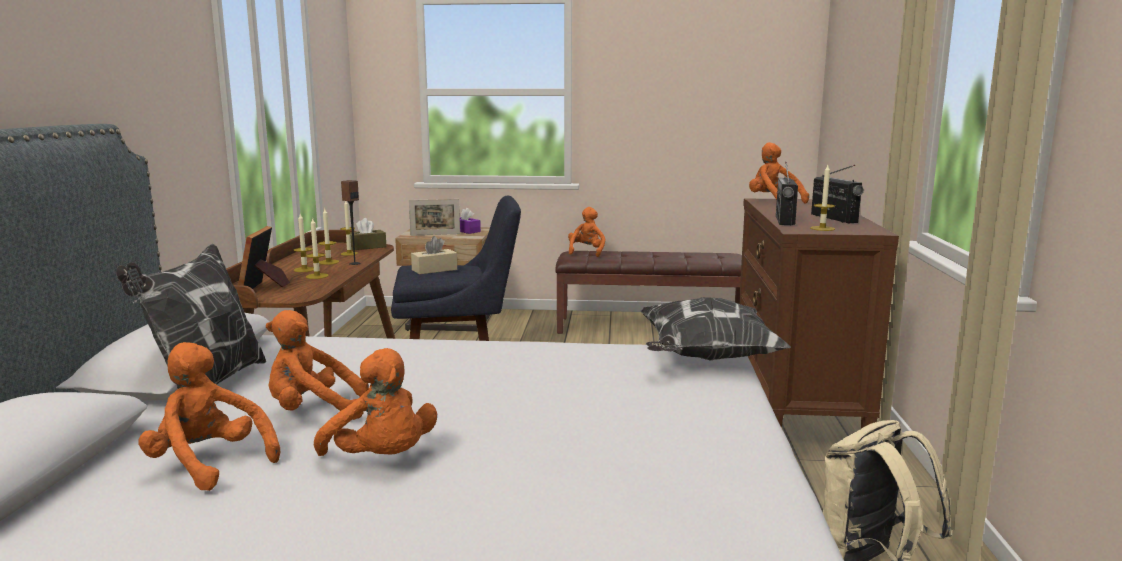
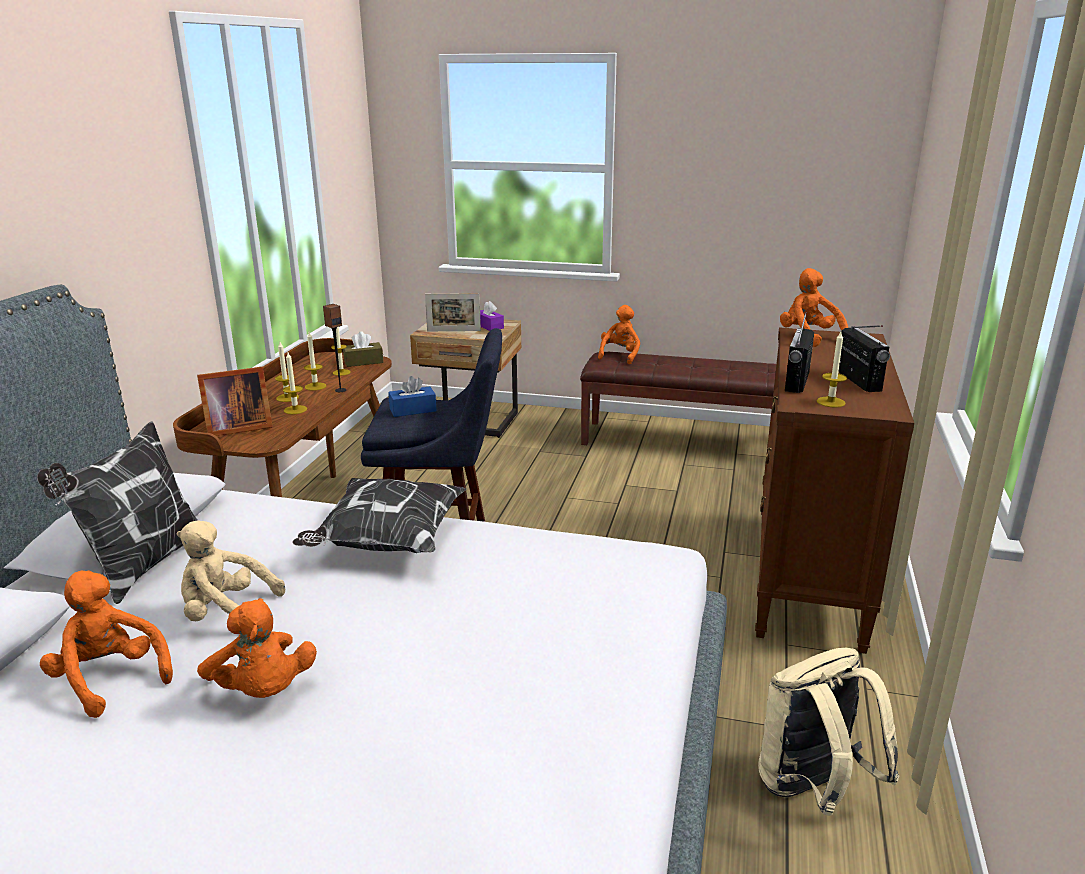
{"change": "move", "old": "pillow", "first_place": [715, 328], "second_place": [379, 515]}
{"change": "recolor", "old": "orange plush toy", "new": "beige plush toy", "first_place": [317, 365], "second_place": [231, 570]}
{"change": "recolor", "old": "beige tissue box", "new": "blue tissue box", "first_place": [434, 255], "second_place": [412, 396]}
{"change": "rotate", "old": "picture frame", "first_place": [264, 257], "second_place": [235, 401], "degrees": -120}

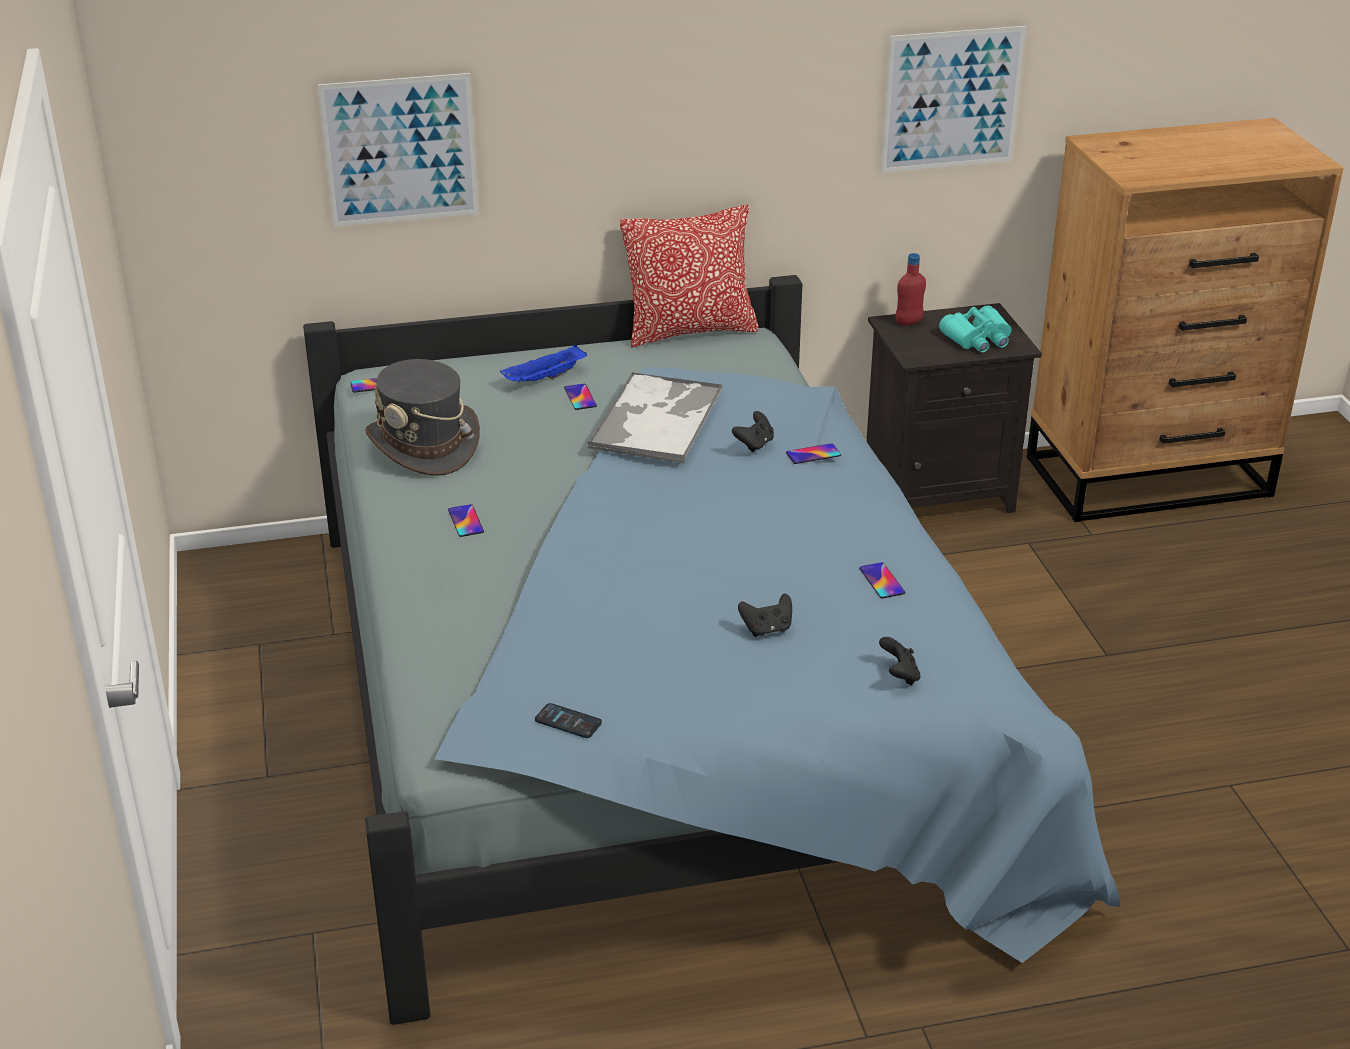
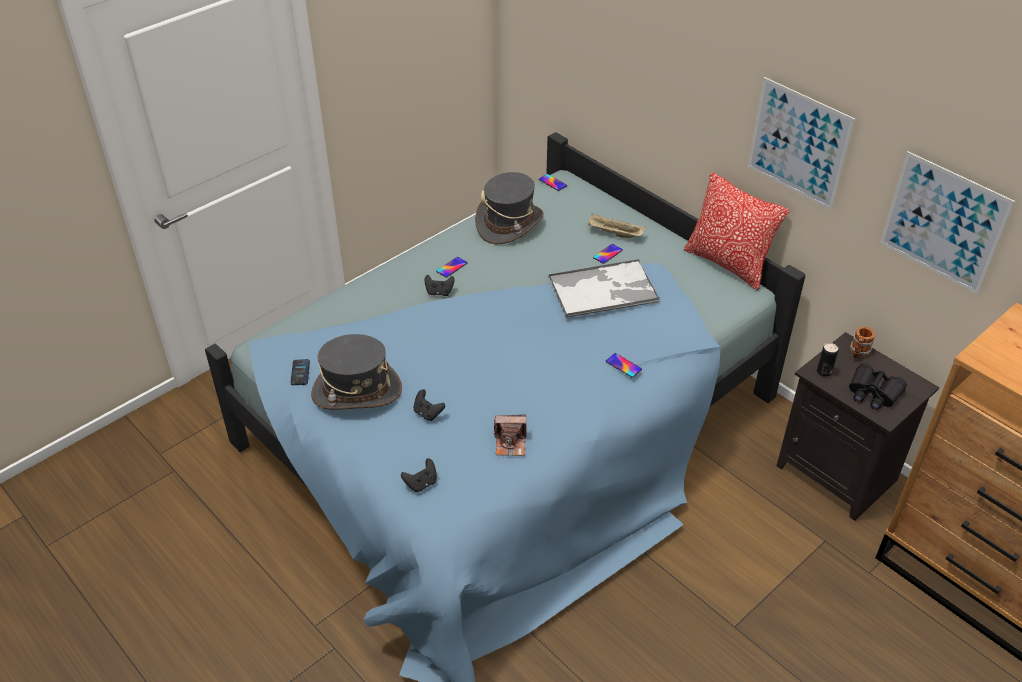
{"change": "insert", "new": "grey hat", "second_place": [356, 372]}
{"change": "insert", "new": "can", "second_place": [827, 360]}
{"change": "move", "old": "picture", "first_place": [398, 150], "second_place": [801, 143]}
{"change": "move", "old": "black game controller", "first_place": [753, 431], "second_place": [440, 285]}
{"change": "replace", "old": "phone", "new": "photo camera", "first_place": [882, 580], "second_place": [510, 435]}
{"change": "replace", "old": "red bottle", "new": "mug", "first_place": [910, 289], "second_place": [862, 342]}
{"change": "recolor", "old": "blue tray", "new": "beige tray", "first_place": [543, 363], "second_place": [617, 226]}
{"change": "recolor", "old": "turquoise binoculars", "new": "black binoculars", "first_place": [975, 329], "second_place": [878, 386]}

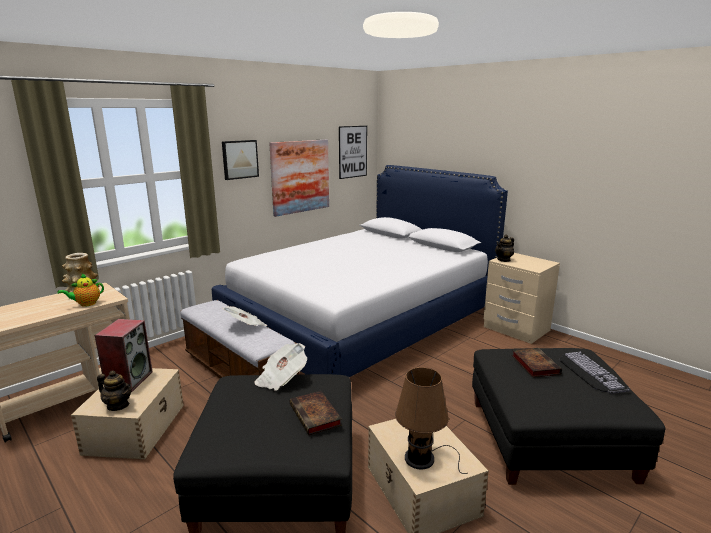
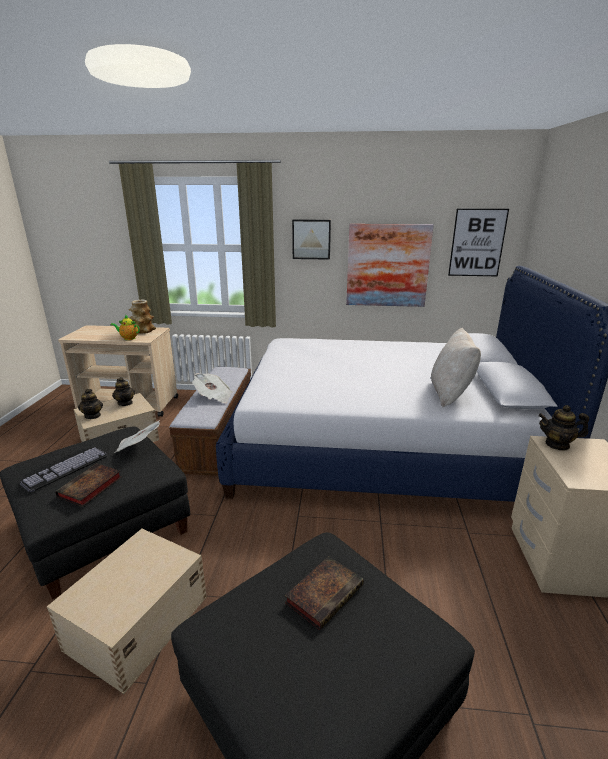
{"change": "delete", "old": "brown table lamp", "first_place": [431, 420]}
{"change": "insert", "new": "beige pillow", "second_place": [456, 367]}
{"change": "move", "old": "keyboard", "first_place": [595, 373], "second_place": [64, 469]}
{"change": "replace", "old": "speaker", "new": "teapot", "first_place": [124, 355], "second_place": [123, 391]}

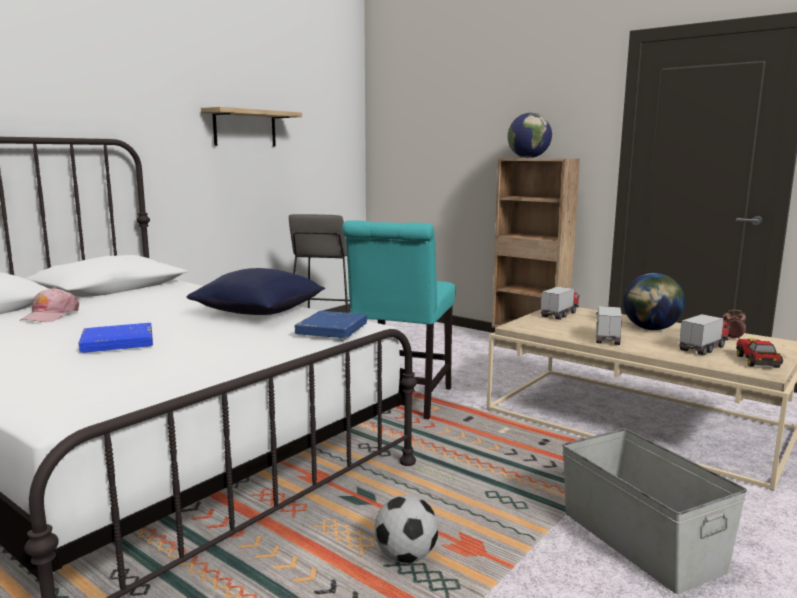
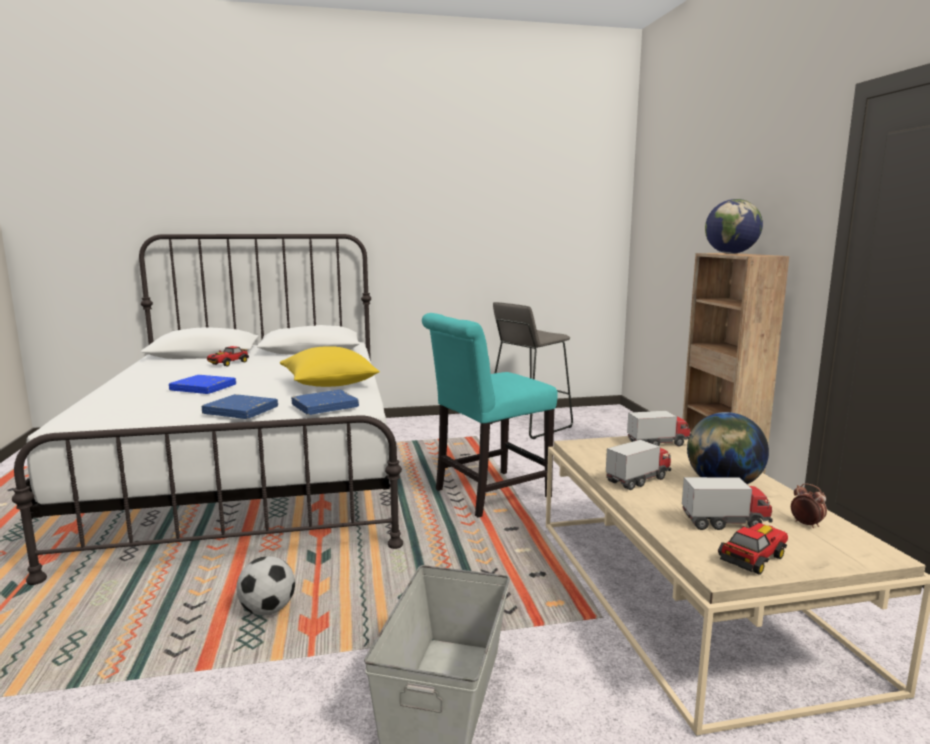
{"change": "delete", "old": "shelf", "first_place": [251, 127]}
{"change": "insert", "new": "blue book", "second_place": [240, 406]}
{"change": "replace", "old": "pink cap", "new": "toy car", "first_place": [49, 304], "second_place": [228, 356]}
{"change": "recolor", "old": "blue pillow", "new": "yellow pillow", "first_place": [256, 291], "second_place": [330, 366]}

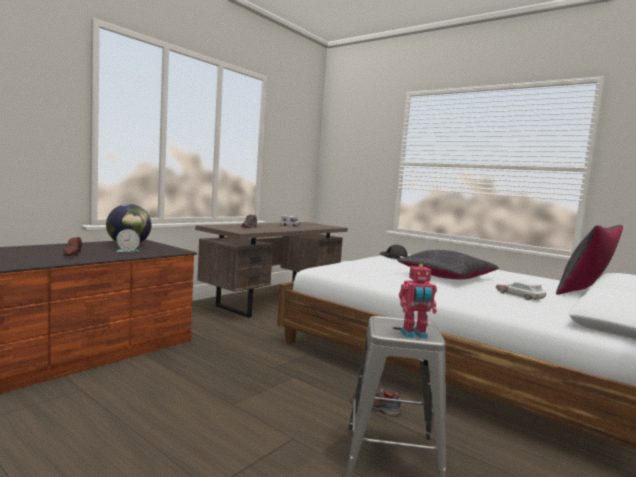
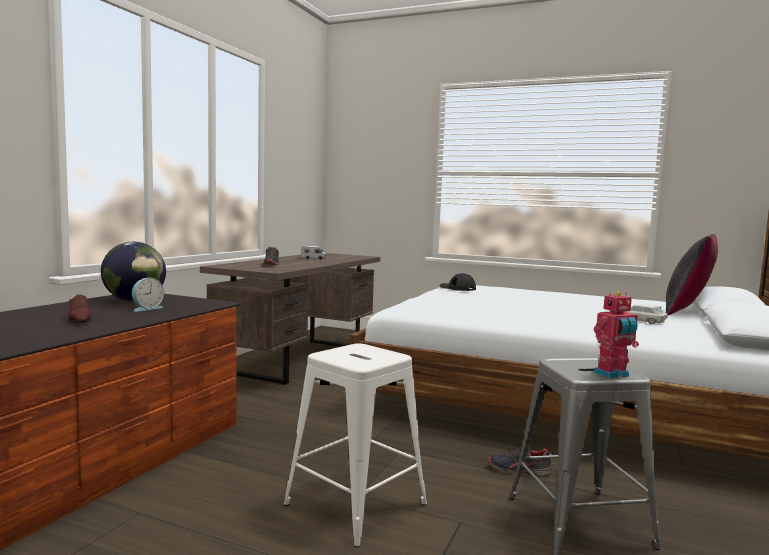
{"change": "delete", "old": "black pillow", "first_place": [448, 264]}
{"change": "insert", "new": "white stool", "second_place": [355, 445]}

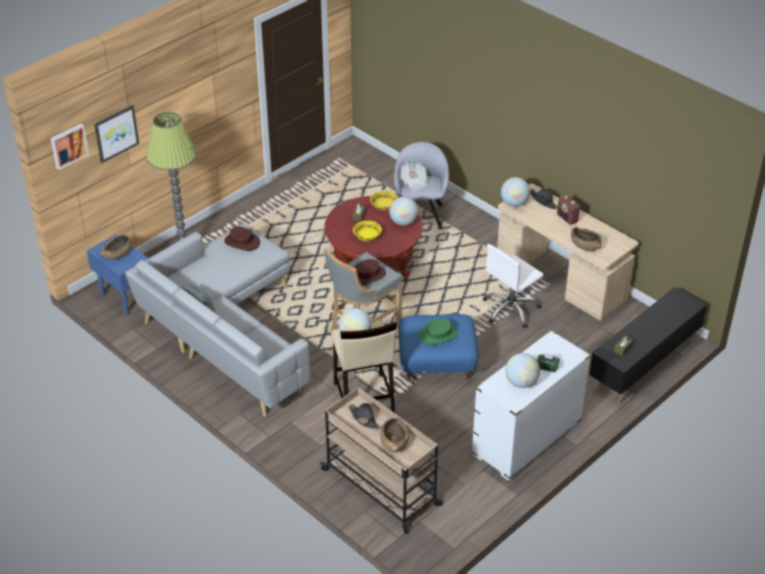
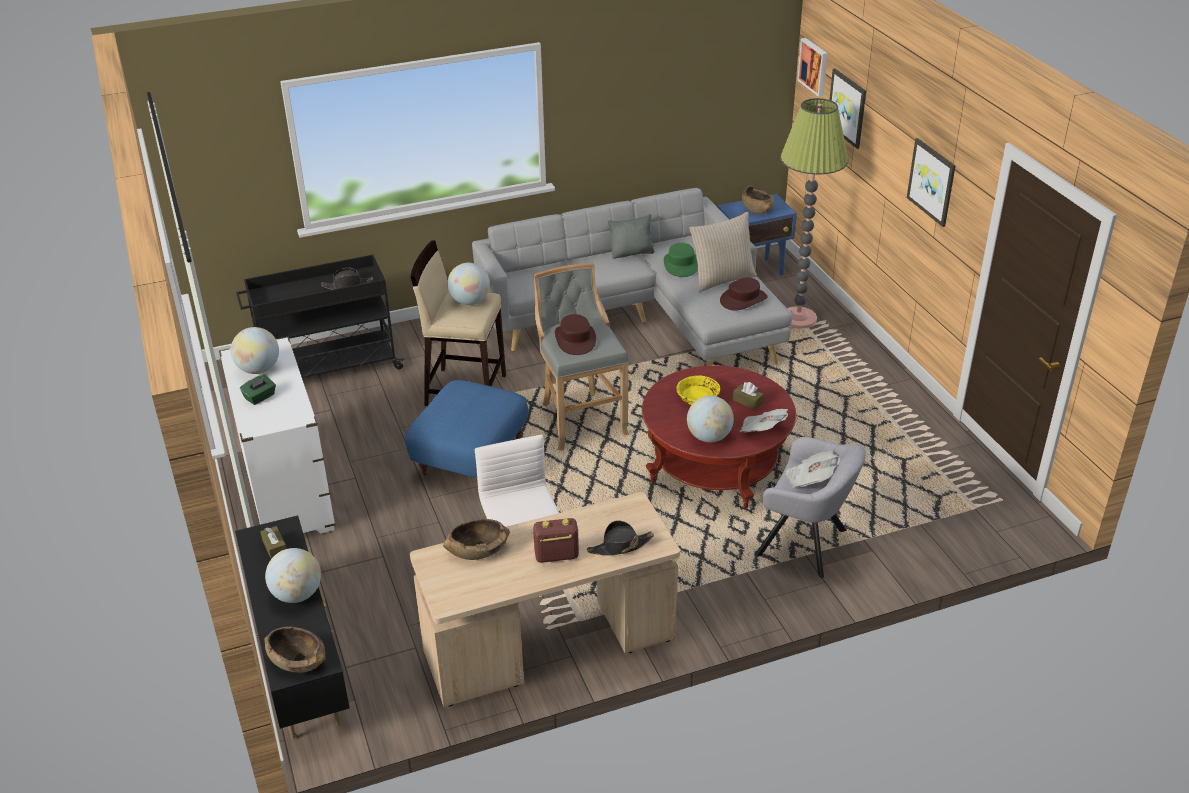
{"change": "insert", "new": "beige pillow", "second_place": [723, 252]}
{"change": "insert", "new": "picture", "second_place": [931, 182]}
{"change": "move", "old": "brown bowl", "first_place": [394, 435], "second_place": [295, 650]}
{"change": "move", "old": "green hat", "first_place": [438, 331], "second_place": [681, 260]}
{"change": "move", "old": "globe", "first_place": [515, 192], "second_place": [293, 575]}
{"change": "replace", "old": "yellow bowl", "new": "newspaper", "first_place": [384, 200], "second_place": [764, 420]}
{"change": "recolor", "old": "beige cart", "new": "black cart", "first_place": [381, 460], "second_place": [320, 316]}

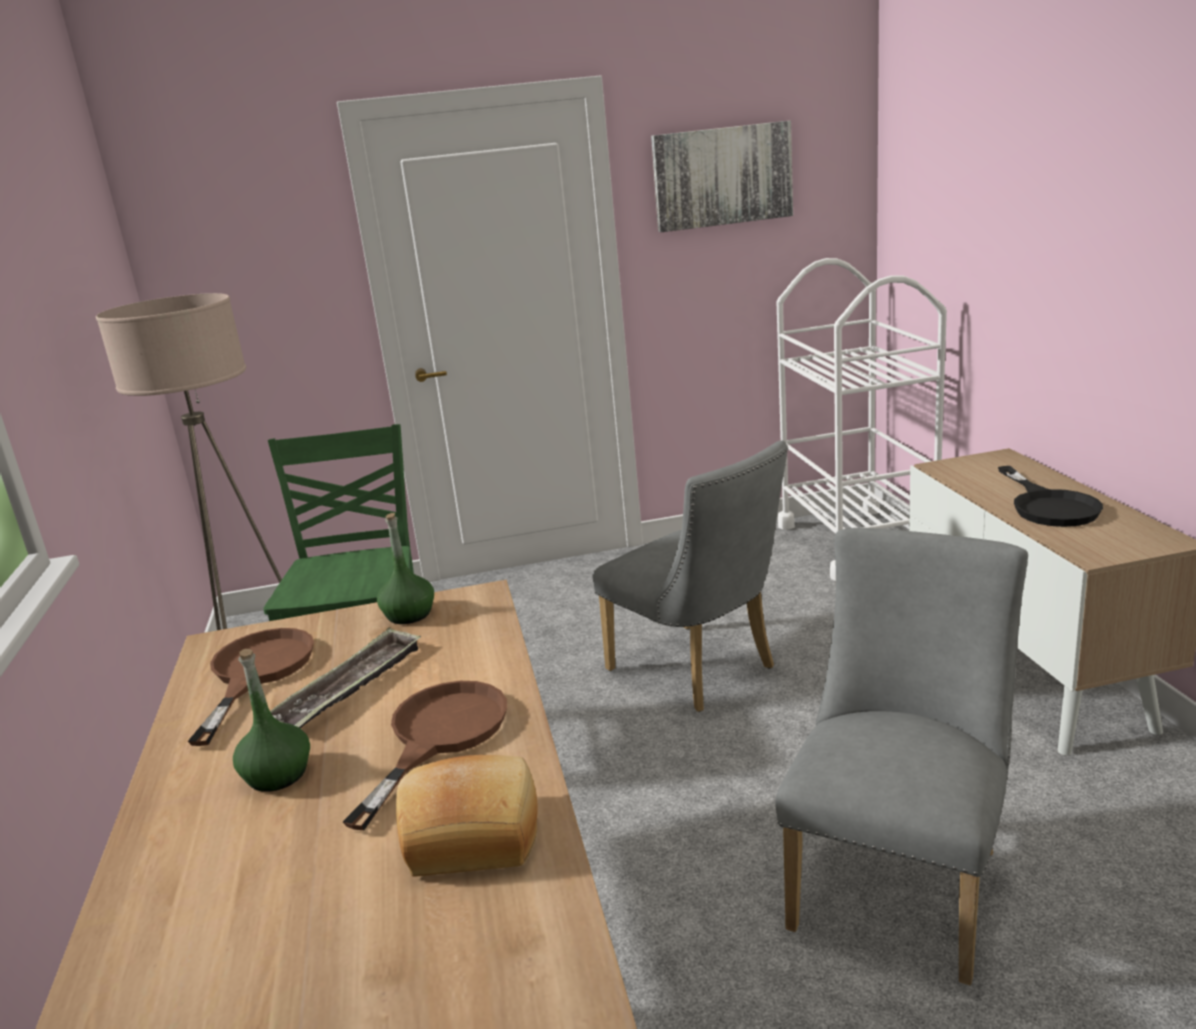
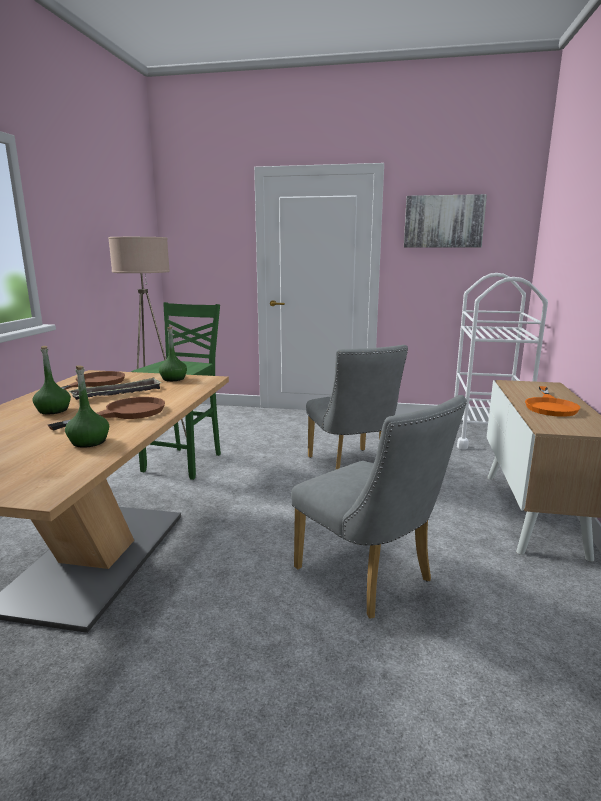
{"change": "replace", "old": "bread", "new": "green bottle", "first_place": [467, 816], "second_place": [87, 406]}
{"change": "recolor", "old": "black frying pan", "new": "orange frying pan", "first_place": [1050, 496], "second_place": [552, 401]}
{"change": "rotate", "old": "grey chair", "first_place": [901, 756], "second_place": [379, 507], "degrees": 90}

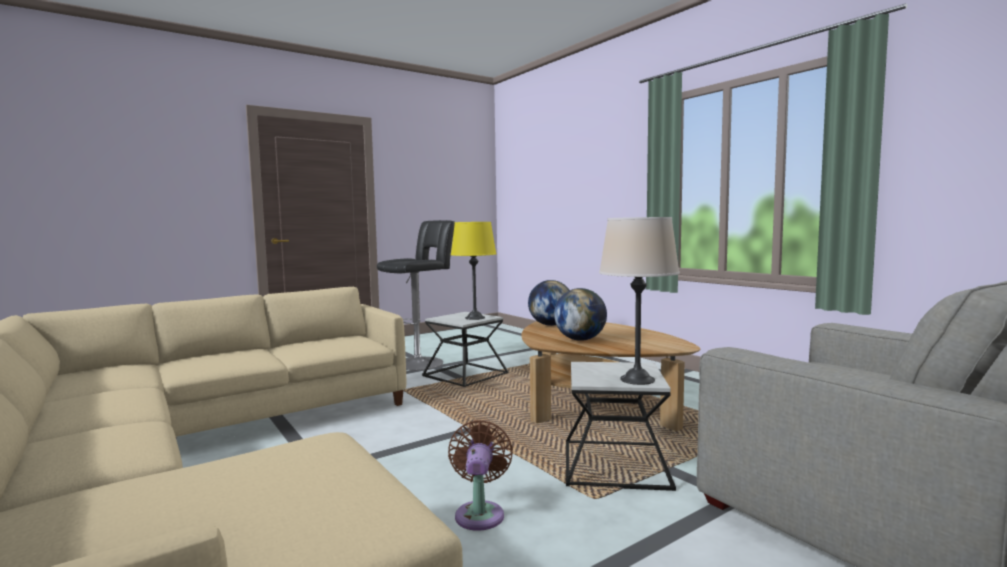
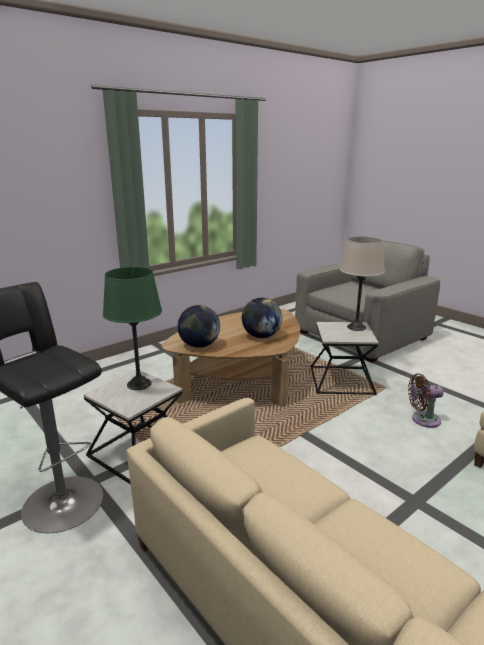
{"change": "recolor", "old": "yellow table lamp", "new": "green table lamp", "first_place": [473, 271], "second_place": [132, 328]}

